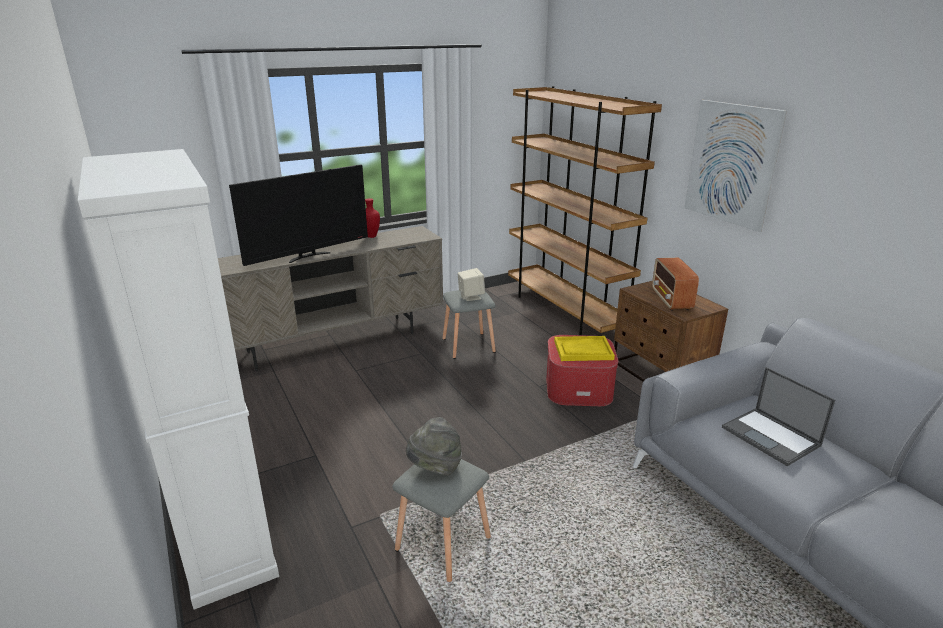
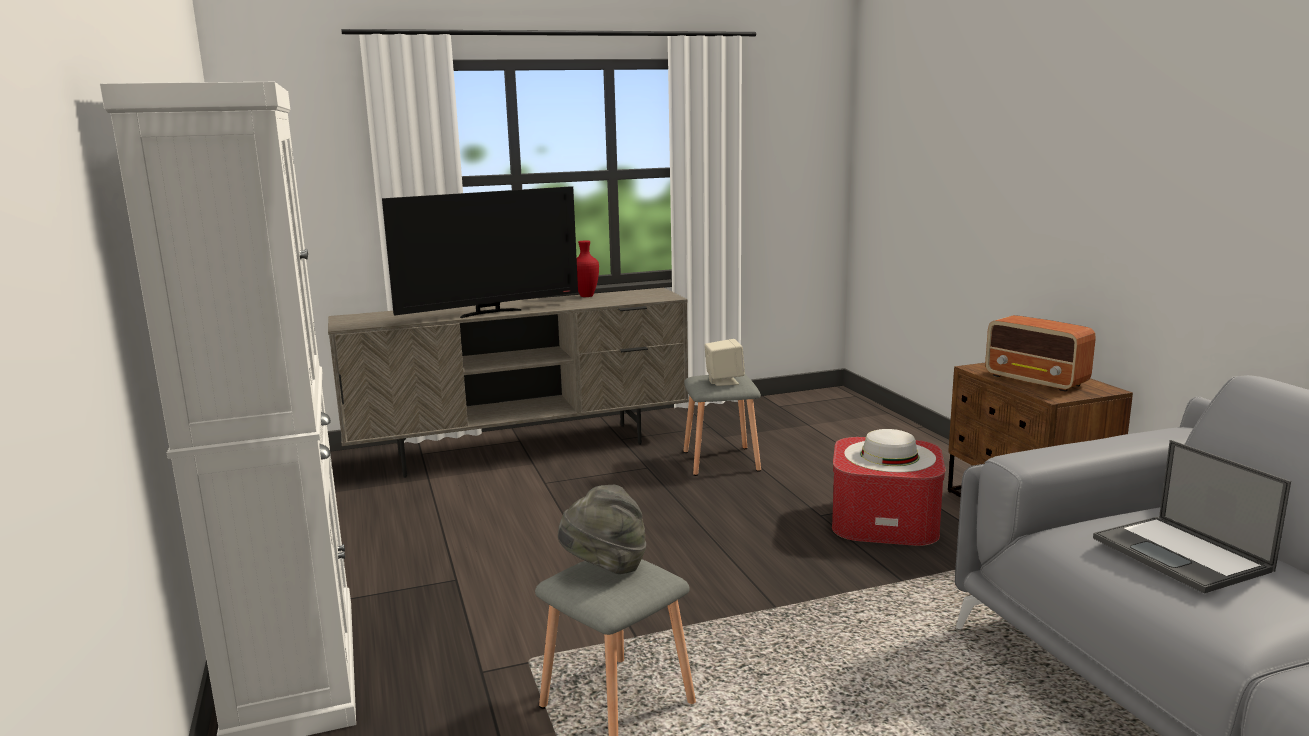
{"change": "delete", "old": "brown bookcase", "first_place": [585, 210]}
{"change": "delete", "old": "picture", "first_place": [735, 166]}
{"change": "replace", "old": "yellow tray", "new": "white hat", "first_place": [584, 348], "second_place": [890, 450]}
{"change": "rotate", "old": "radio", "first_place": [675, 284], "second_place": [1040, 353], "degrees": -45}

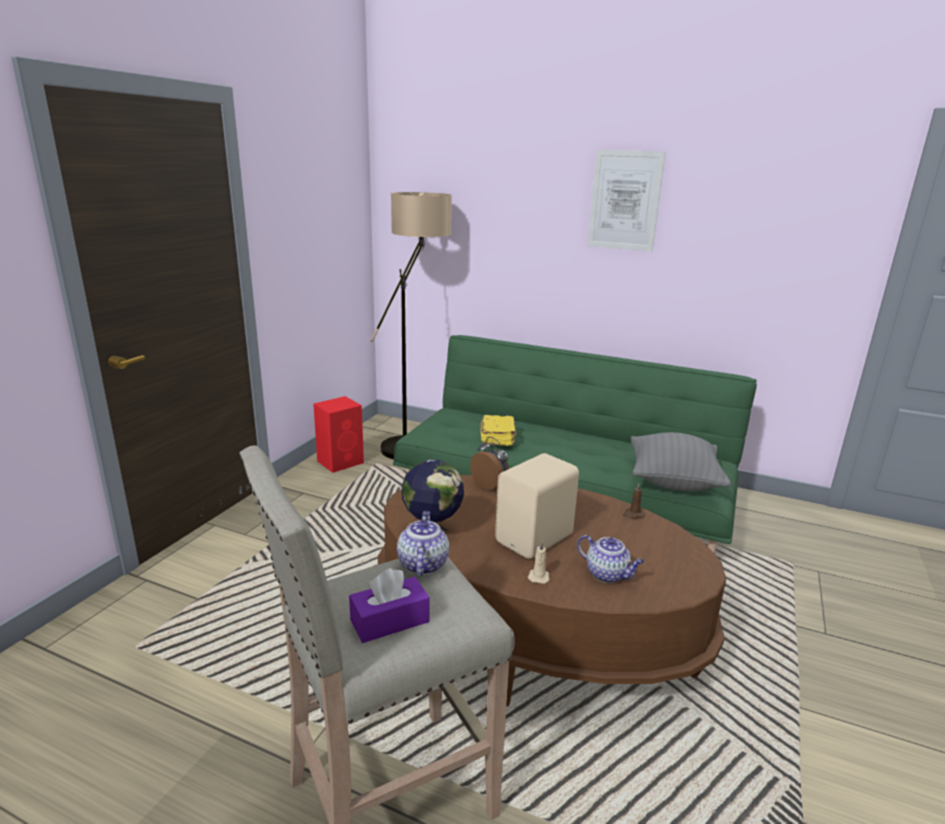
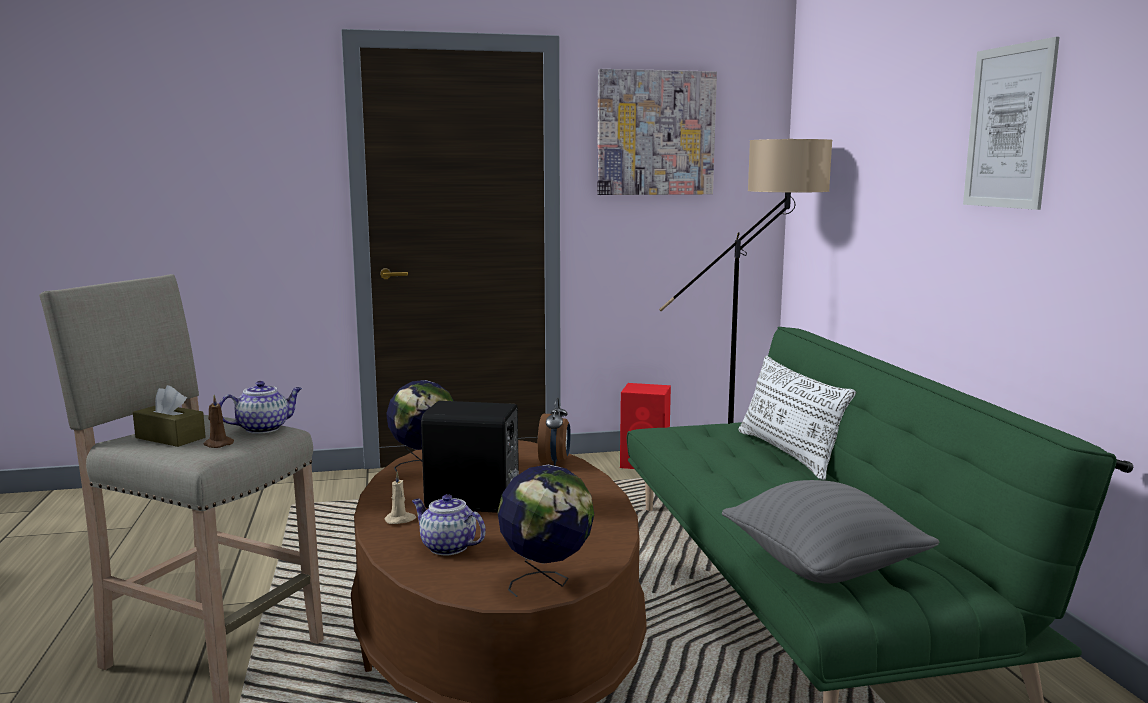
{"change": "delete", "old": "yellow book", "first_place": [499, 430]}
{"change": "insert", "new": "globe", "second_place": [546, 530]}
{"change": "insert", "new": "picture", "second_place": [657, 132]}
{"change": "insert", "new": "white pillow", "second_place": [797, 418]}
{"change": "move", "old": "brown candle", "first_place": [634, 501], "second_place": [219, 421]}
{"change": "recolor", "old": "purple tissue box", "new": "brown tissue box", "first_place": [389, 605], "second_place": [169, 416]}
{"change": "recolor", "old": "beige speaker", "new": "black speaker", "first_place": [537, 506], "second_place": [470, 457]}
{"change": "rotate", "old": "teapot", "first_place": [610, 559], "second_place": [449, 525], "degrees": 120}

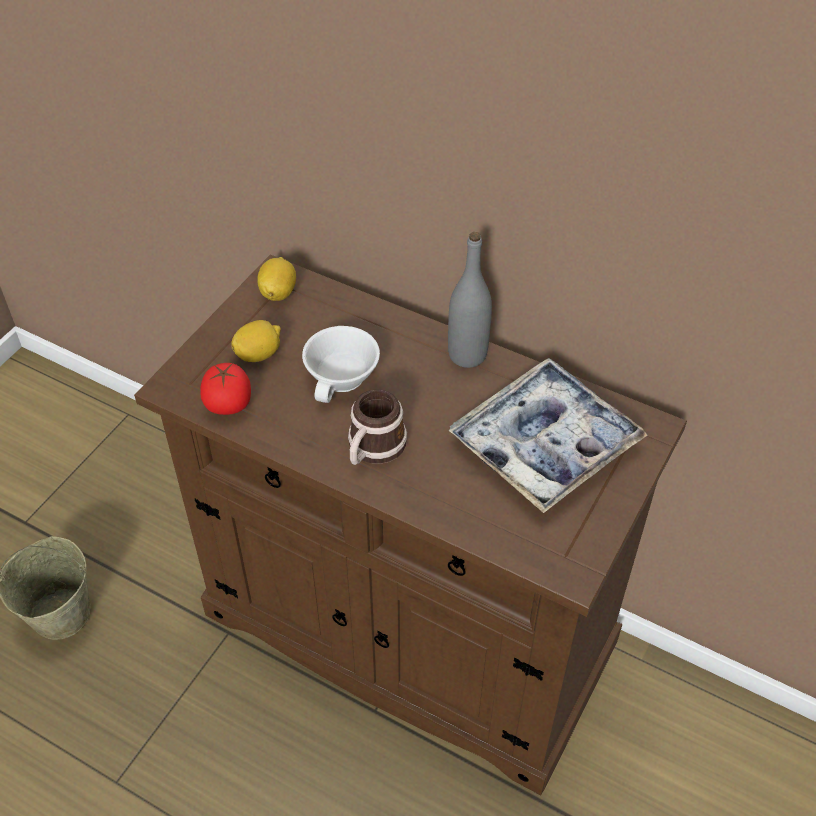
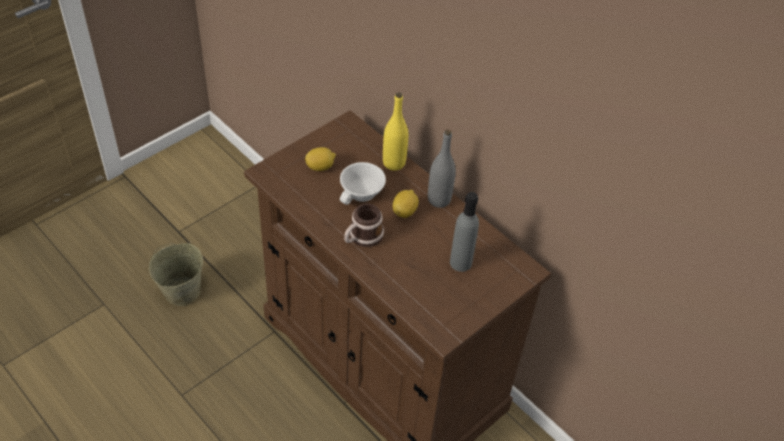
{"change": "delete", "old": "tomato", "first_place": [225, 389]}
{"change": "insert", "new": "yellow bottle", "second_place": [395, 131]}
{"change": "move", "old": "lemon", "first_place": [276, 279], "second_place": [406, 204]}
{"change": "replace", "old": "tray", "new": "grey bottle", "first_place": [548, 435], "second_place": [464, 232]}

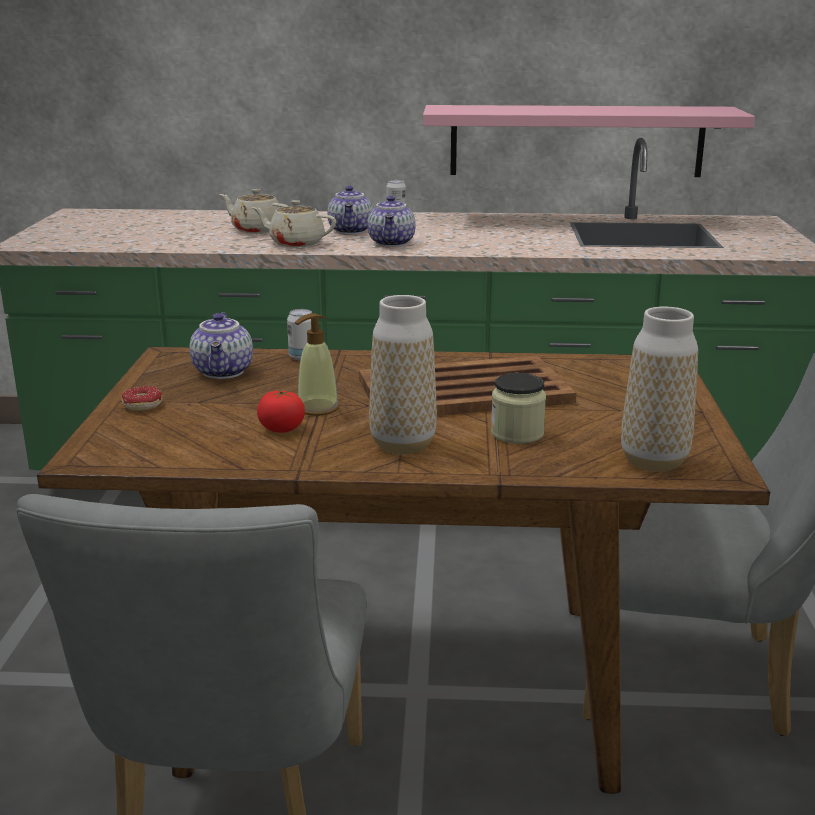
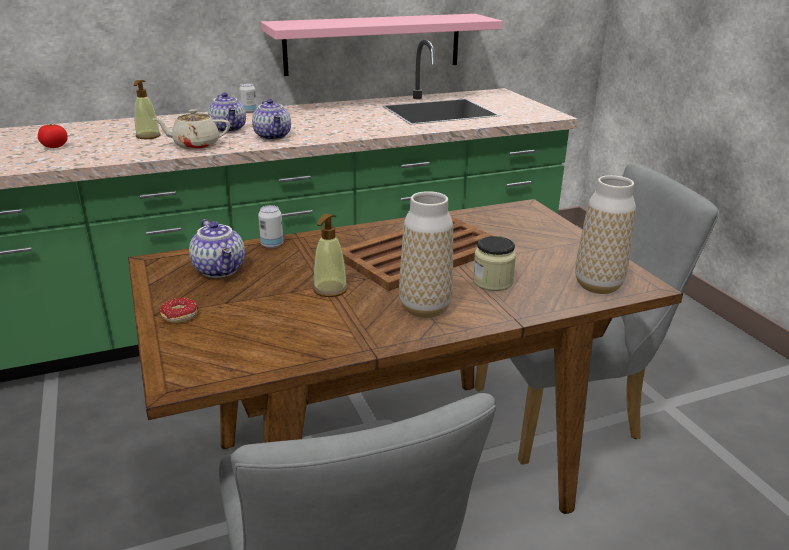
{"change": "move", "old": "tomato", "first_place": [281, 411], "second_place": [53, 136]}
{"change": "replace", "old": "beige teapot", "new": "soap dispenser", "first_place": [253, 211], "second_place": [147, 109]}

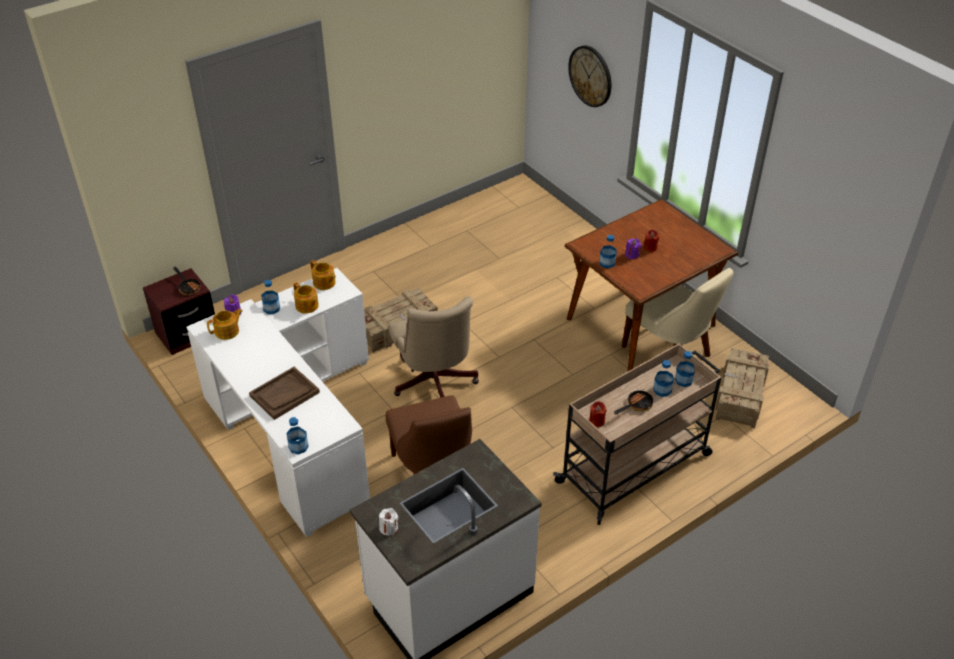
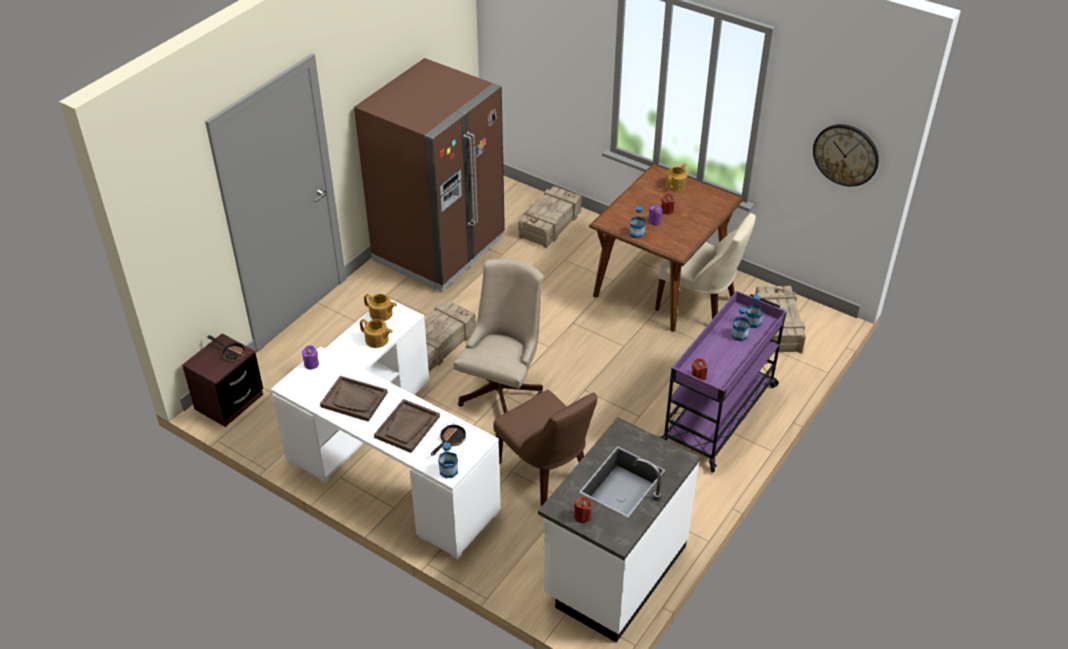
{"change": "delete", "old": "bottle", "first_place": [270, 297]}
{"change": "insert", "new": "brown tray", "second_place": [354, 399]}
{"change": "insert", "new": "brown fridge", "second_place": [429, 174]}
{"change": "insert", "new": "crate", "second_place": [550, 217]}
{"change": "move", "old": "teapot", "first_place": [224, 324], "second_place": [676, 177]}
{"change": "move", "old": "wall clock", "first_place": [589, 76], "second_place": [846, 155]}
{"change": "move", "old": "frying pan", "first_place": [633, 401], "second_place": [448, 439]}
{"change": "recolor", "old": "white candle", "new": "red candle", "first_place": [388, 522], "second_place": [583, 510]}
{"change": "recolor", "old": "beige cart", "new": "purple cart", "first_place": [637, 434], "second_place": [722, 381]}
{"change": "rotate", "old": "beige office chair", "first_place": [434, 347], "second_place": [499, 335], "degrees": -120}

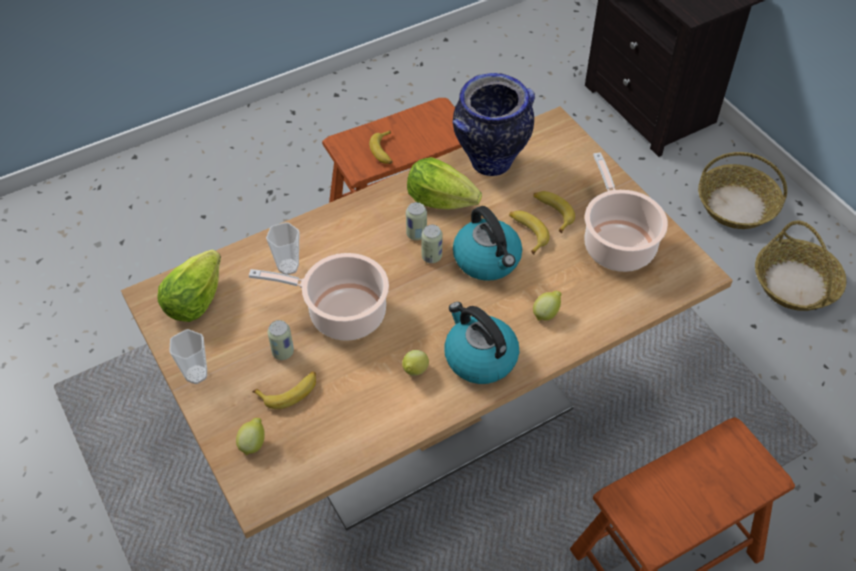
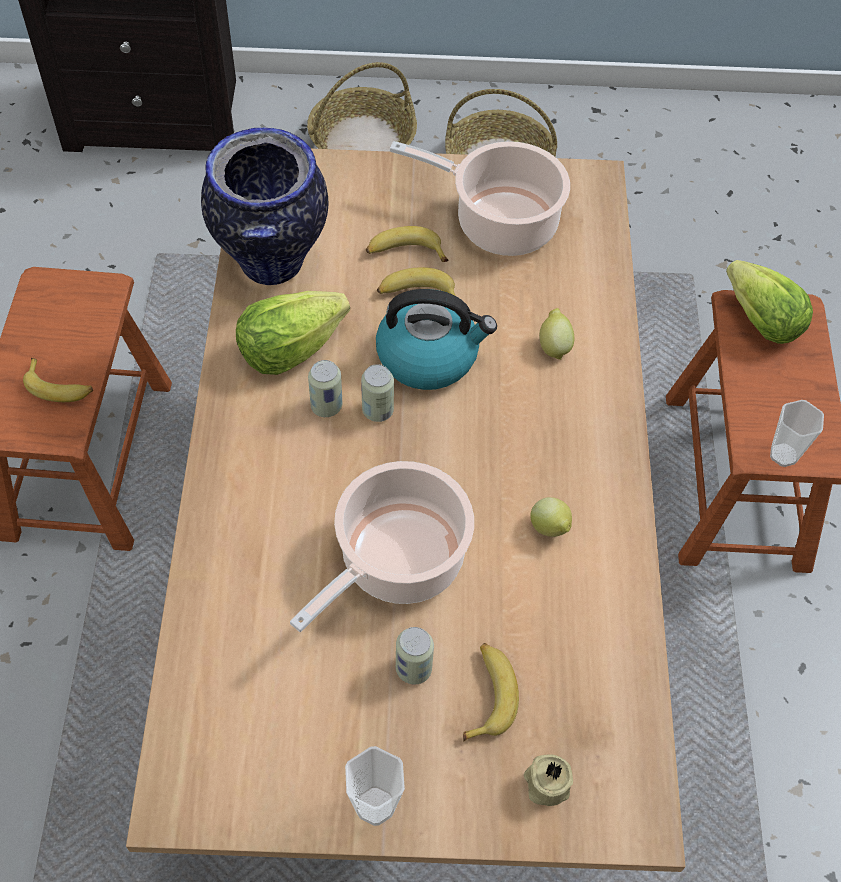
{"change": "delete", "old": "kettle", "first_place": [481, 343]}
{"change": "move", "old": "lettuce", "first_place": [189, 286], "second_place": [769, 302]}
{"change": "move", "old": "cup", "first_place": [282, 248], "second_place": [797, 433]}
{"change": "replace", "old": "lemon", "new": "beige candle", "first_place": [250, 437], "second_place": [548, 780]}

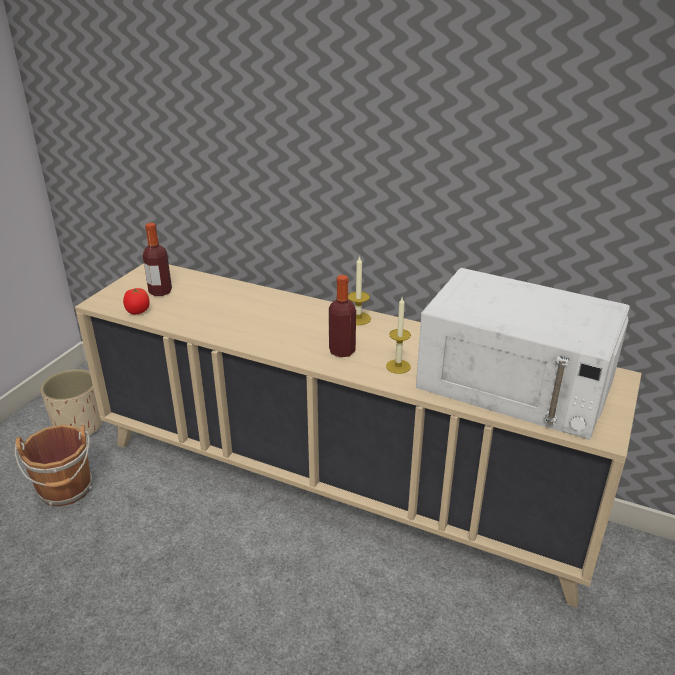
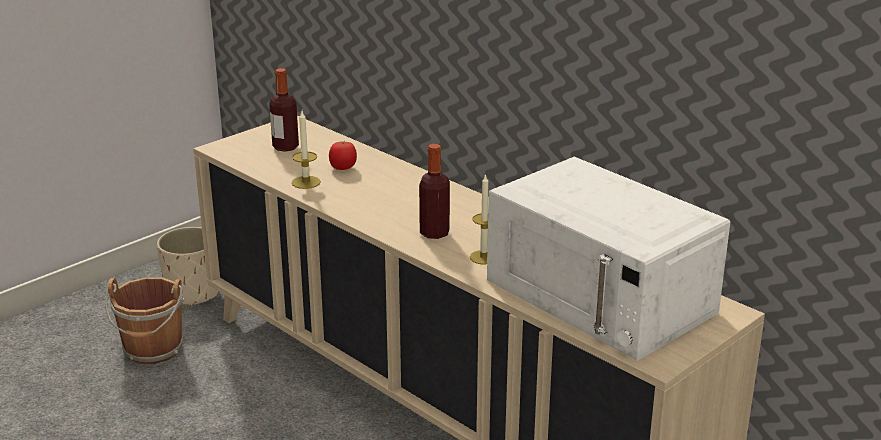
{"change": "move", "old": "tomato", "first_place": [136, 301], "second_place": [343, 155]}
{"change": "move", "old": "candle", "first_place": [359, 290], "second_place": [306, 150]}

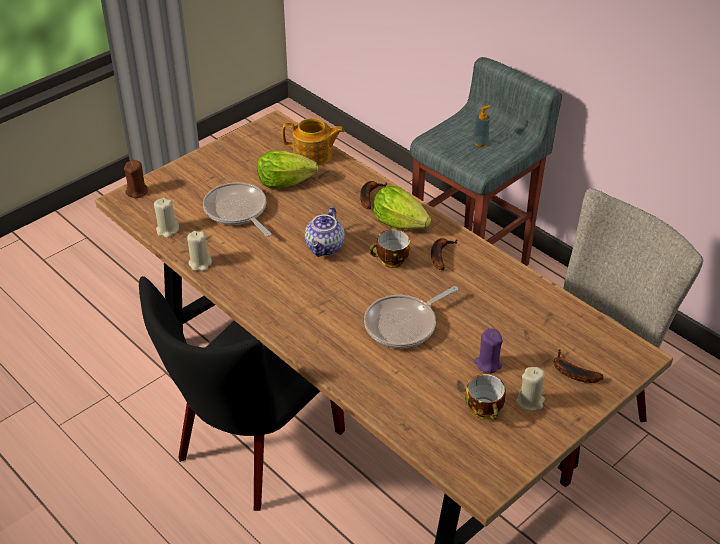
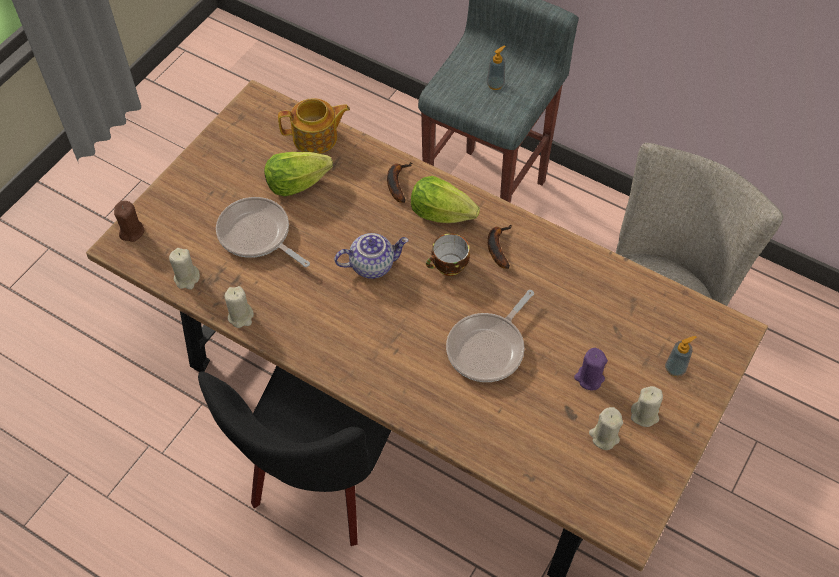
{"change": "replace", "old": "cup", "new": "beige candle", "first_place": [485, 397], "second_place": [606, 428]}
{"change": "replace", "old": "banana", "new": "soap dispenser", "first_place": [578, 366], "second_place": [681, 356]}
{"change": "rotate", "old": "teapot", "first_place": [325, 232], "second_place": [371, 256], "degrees": -105}

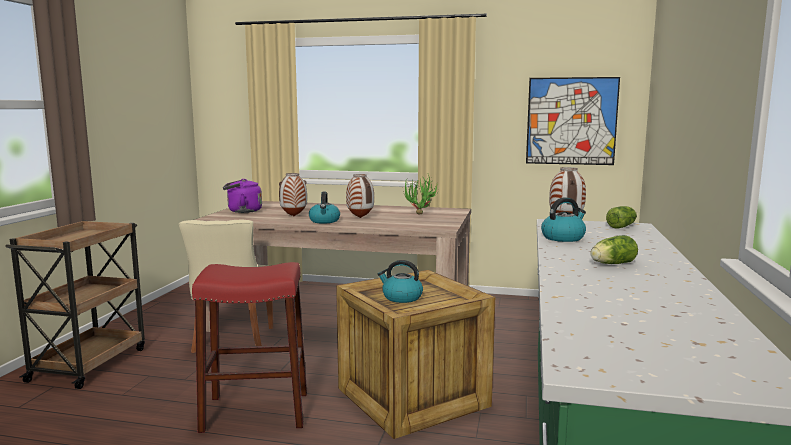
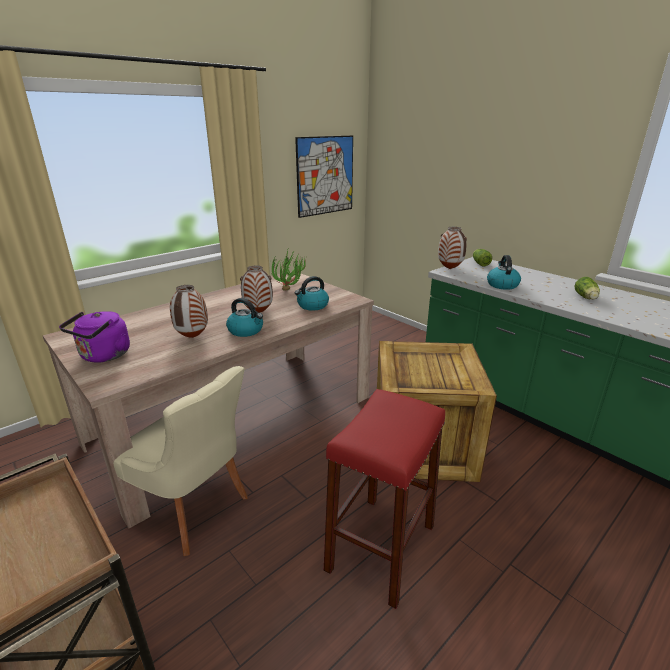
{"change": "move", "old": "kettle", "first_place": [400, 281], "second_place": [312, 293]}

